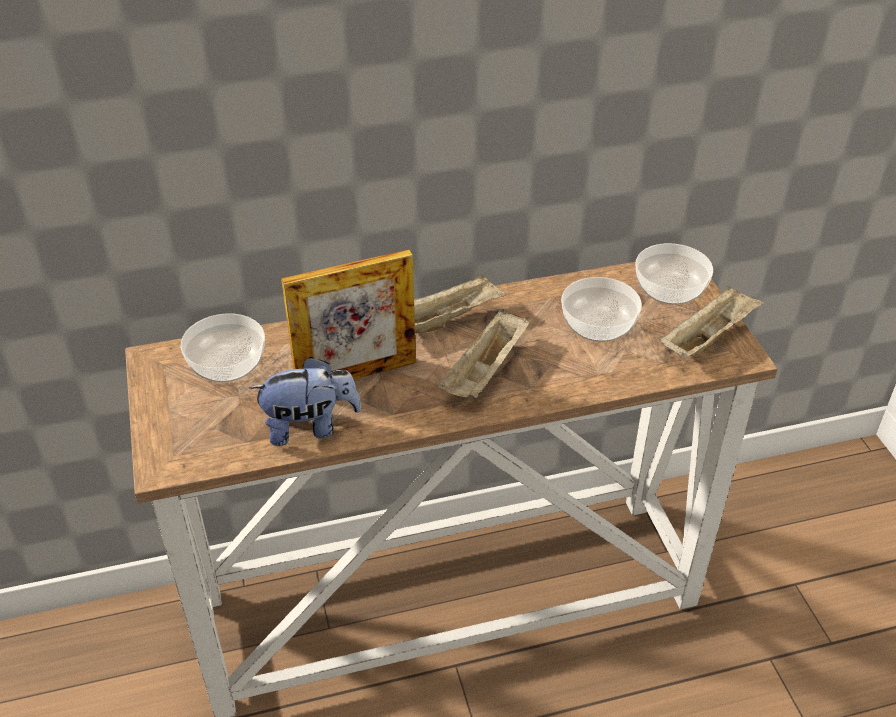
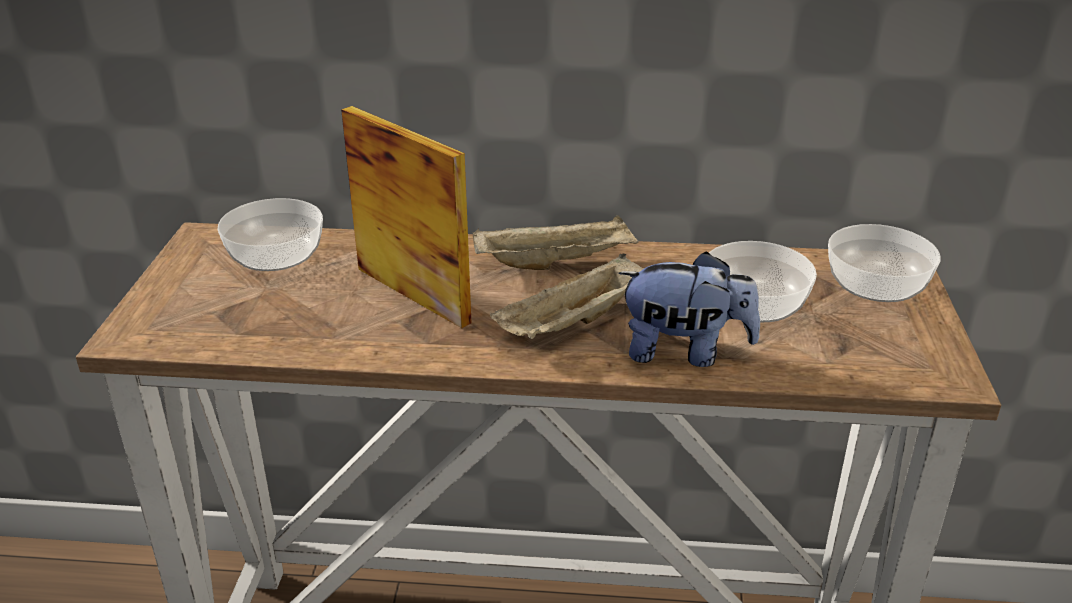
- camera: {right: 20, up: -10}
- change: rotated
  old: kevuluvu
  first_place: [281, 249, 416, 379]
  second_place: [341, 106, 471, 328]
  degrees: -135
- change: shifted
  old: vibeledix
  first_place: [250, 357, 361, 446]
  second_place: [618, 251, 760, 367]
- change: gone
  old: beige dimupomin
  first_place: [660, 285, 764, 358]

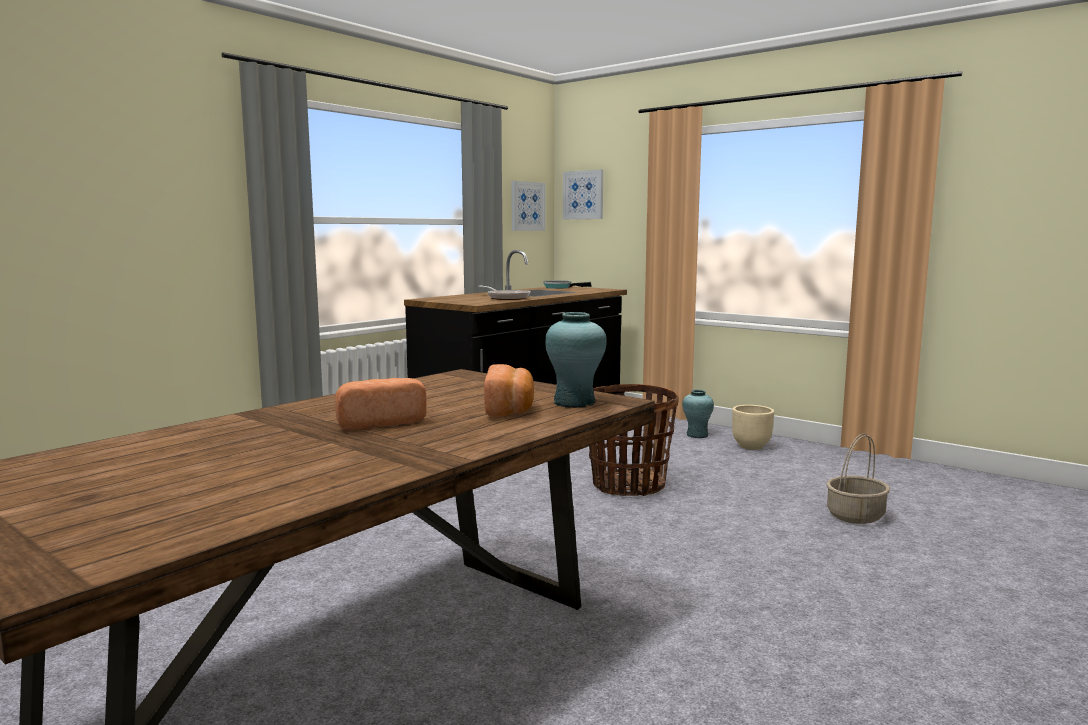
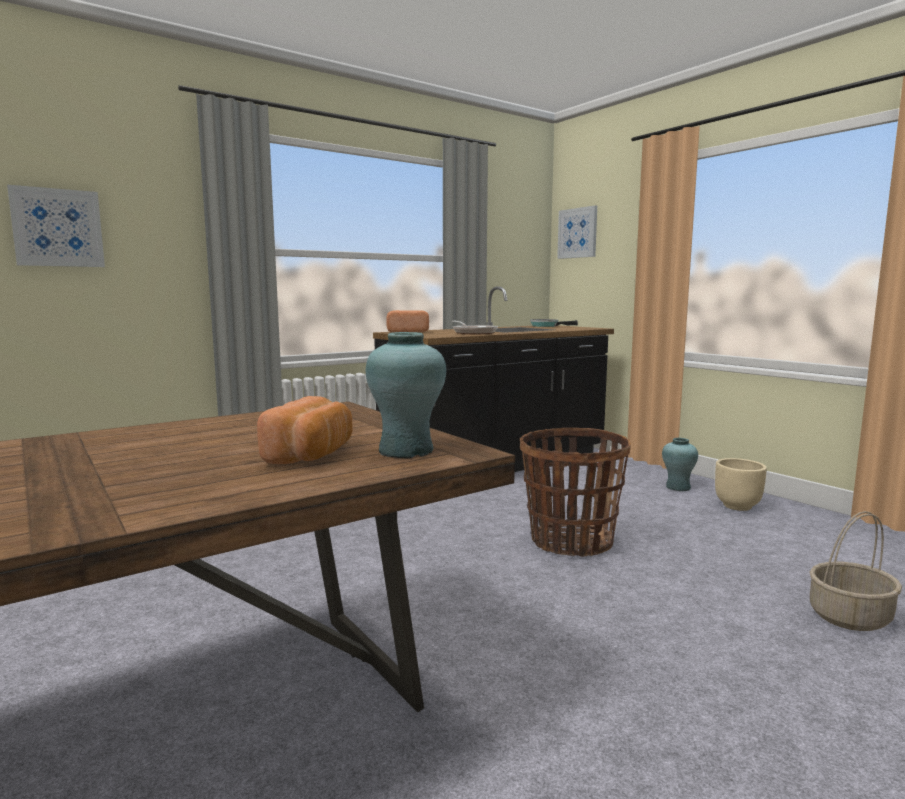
- camera: {right: 15, up: 0}
- change: shifted
  old: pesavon
  first_place: [511, 181, 545, 231]
  second_place: [7, 185, 105, 267]
- change: shifted
  old: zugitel
  first_place: [335, 378, 427, 430]
  second_place: [386, 310, 429, 332]

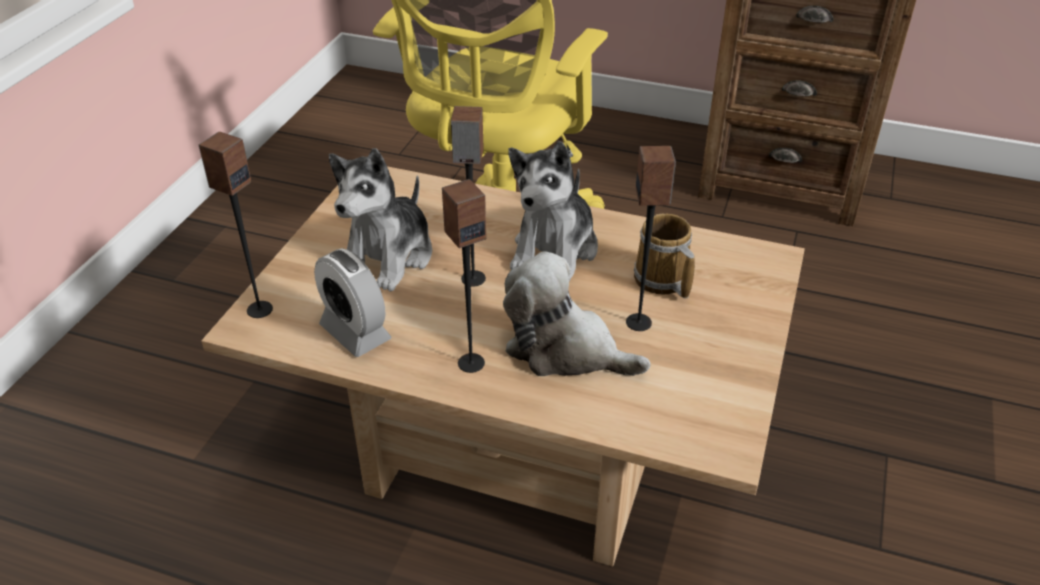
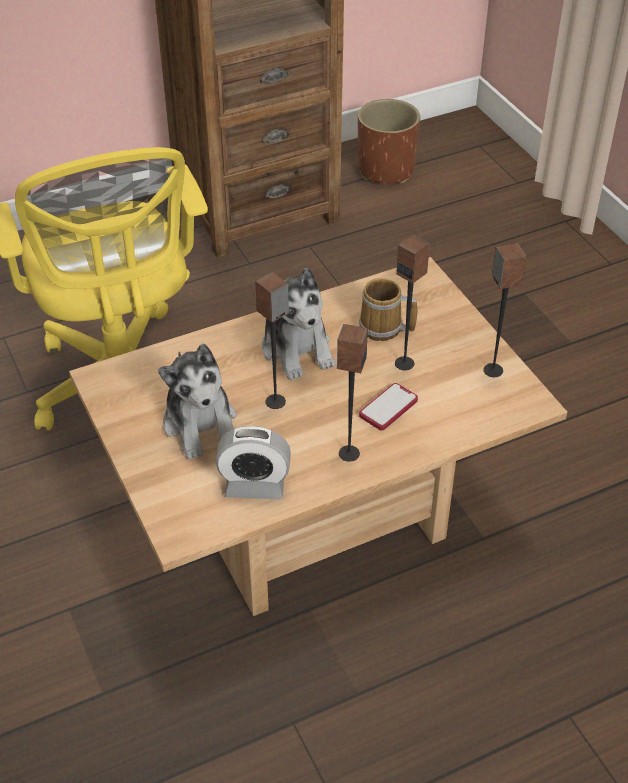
- camera: {right: -45, up: 5}
- change: new
  new: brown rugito
  second_place: [358, 99, 420, 183]
- change: swapped
  old: vibeledix
  new: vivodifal
  first_place: [503, 251, 651, 376]
  second_place: [359, 383, 418, 430]
- change: shifted
  old: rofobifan
  first_place: [199, 132, 273, 318]
  second_place: [483, 243, 526, 377]

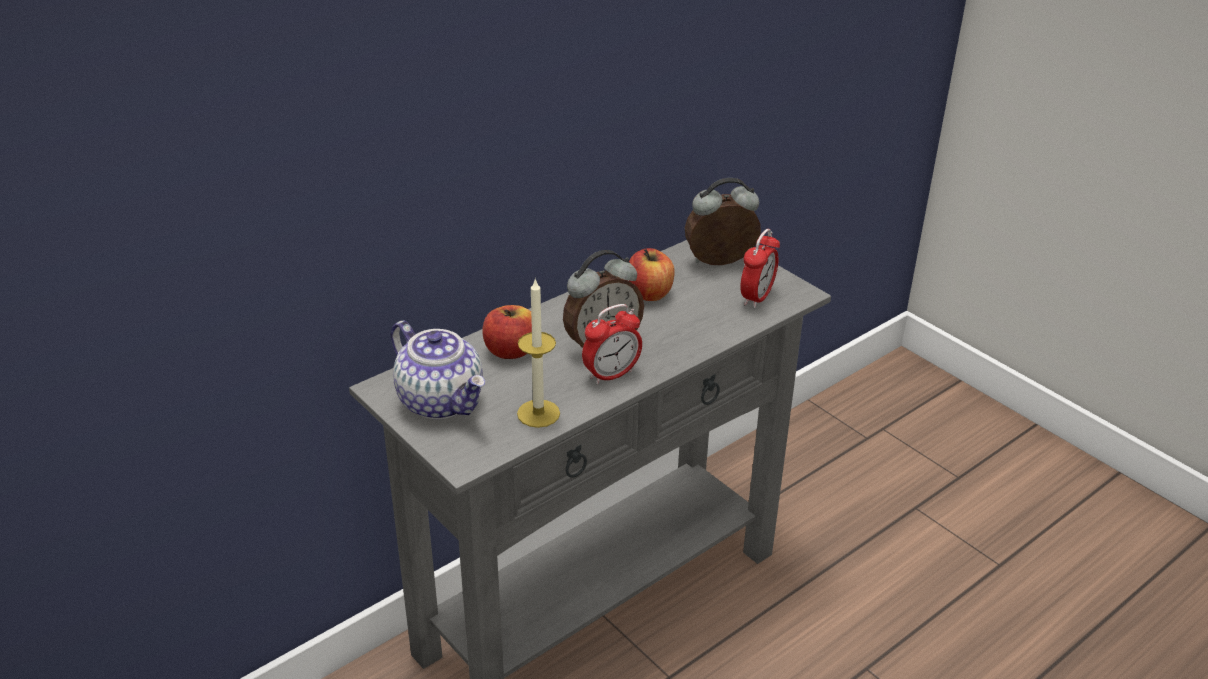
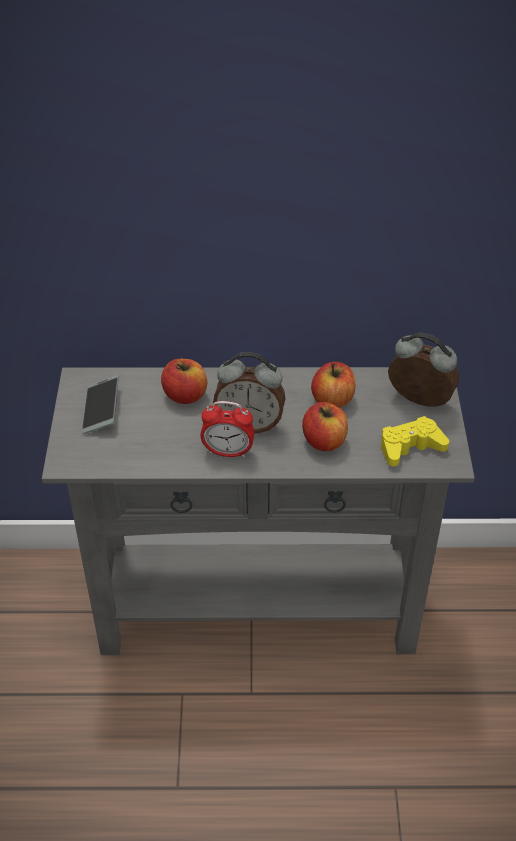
- camera: {right: 40, up: 10}
- change: swapped
  old: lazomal
  new: vivodifal
  first_place: [391, 321, 485, 419]
  second_place: [82, 375, 119, 434]
- change: new
  new: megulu
  second_place: [302, 402, 348, 451]
- change: swapped
  old: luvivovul
  new: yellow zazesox
  first_place: [740, 229, 780, 308]
  second_place: [381, 416, 449, 466]
- change: gone
  old: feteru
  first_place: [517, 278, 560, 428]

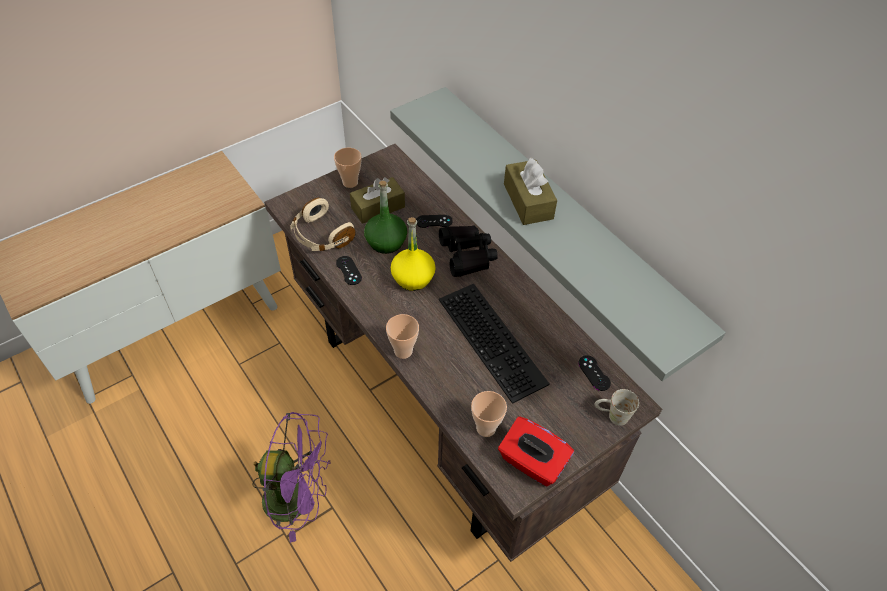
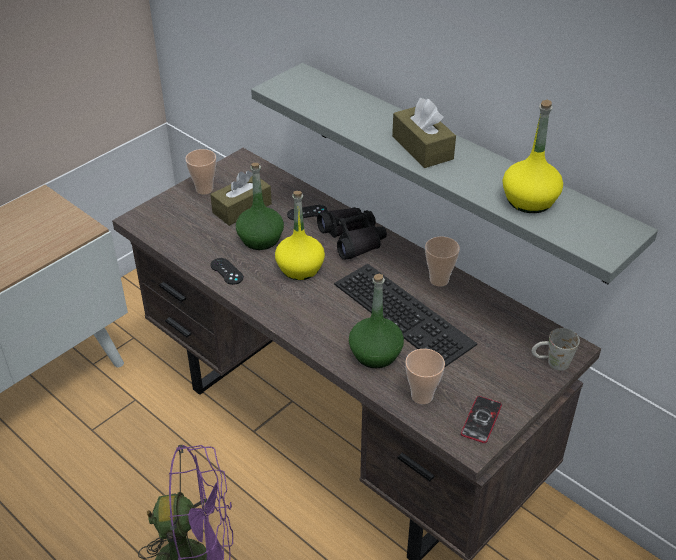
- camera: {right: -10, up: -10}
- change: new
  new: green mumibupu
  second_place: [349, 274, 404, 368]
- change: shifted
  old: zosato
  first_place: [386, 314, 419, 359]
  second_place: [425, 236, 460, 287]
- change: swapped
  old: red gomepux
  new: vivodifal
  first_place: [498, 416, 574, 487]
  second_place: [461, 396, 502, 443]
- change: new
  new: yellow mumibupu
  second_place: [503, 100, 563, 213]
- change: gone
  old: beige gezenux
  first_place: [290, 197, 356, 251]
- change: gone
  old: black zazesox
  first_place: [578, 355, 611, 391]

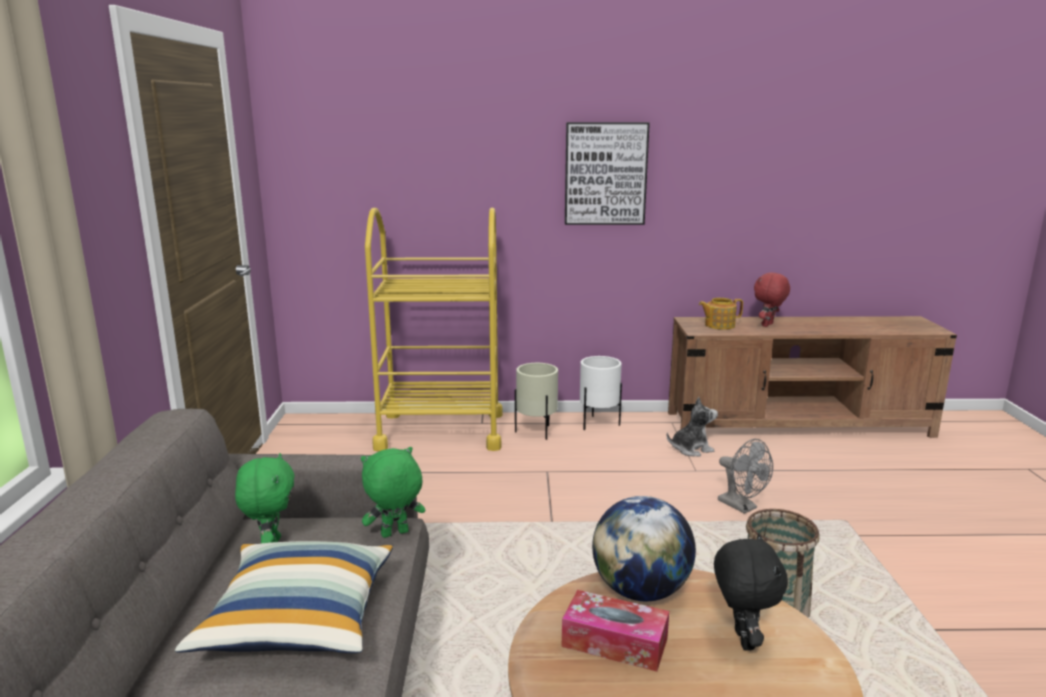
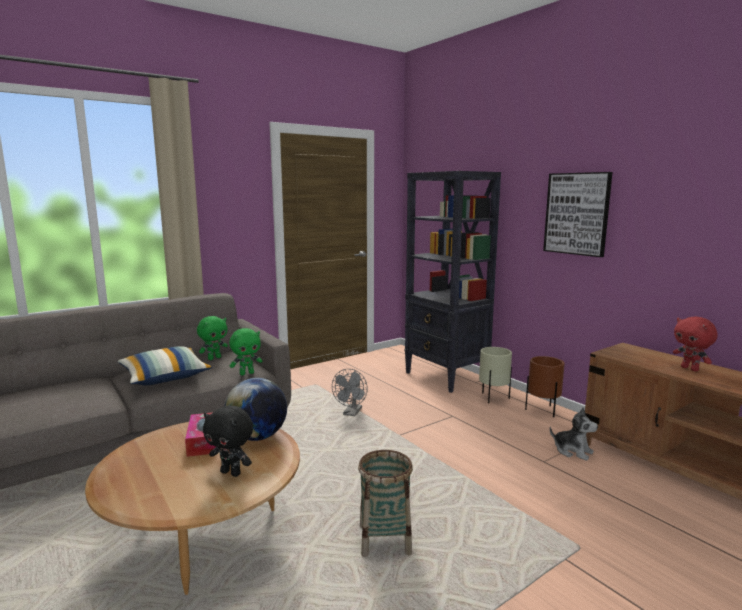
- camera: {right: 55, up: -5}
- change: rotated
  old: black vibeledix
  first_place: [714, 533, 788, 651]
  second_place: [203, 406, 253, 477]
  degrees: 60
- change: rotated
  old: green vibeledix
  first_place: [361, 447, 425, 538]
  second_place: [229, 328, 263, 375]
  degrees: 120
- change: shifted
  old: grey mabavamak
  first_place: [718, 439, 773, 514]
  second_place: [332, 369, 368, 416]
- change: swapped
  old: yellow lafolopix
  new: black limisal
  first_place: [365, 208, 503, 451]
  second_place: [404, 171, 501, 393]
- change: repainted
  old: white rugito
  new: brown rugito
  first_place: [580, 356, 622, 430]
  second_place: [525, 356, 565, 417]
- change: rotated
  old: red vibeledix
  first_place: [754, 273, 790, 327]
  second_place: [673, 317, 718, 372]
  degrees: -120
- change: gone
  old: lazomal
  first_place: [699, 298, 743, 330]

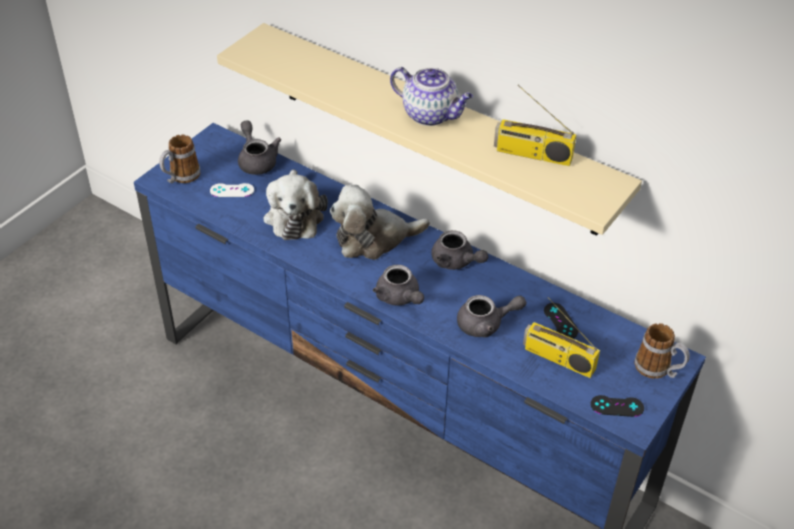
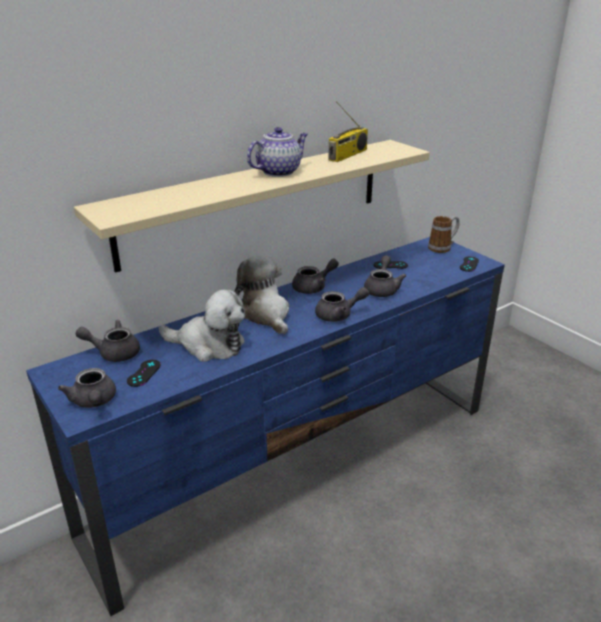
- camera: {right: -70, up: -15}
- change: swapped
  old: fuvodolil
  new: grey lazomal
  first_place: [159, 135, 200, 183]
  second_place: [58, 368, 116, 408]
- change: repainted
  old: white zazesox
  new: black zazesox
  first_place: [210, 183, 254, 197]
  second_place: [127, 360, 161, 387]
- change: rotated
  old: vibeledix
  first_place: [330, 185, 430, 260]
  second_place: [234, 255, 289, 335]
  degrees: 150
- change: gone
  old: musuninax
  first_place: [523, 297, 600, 378]

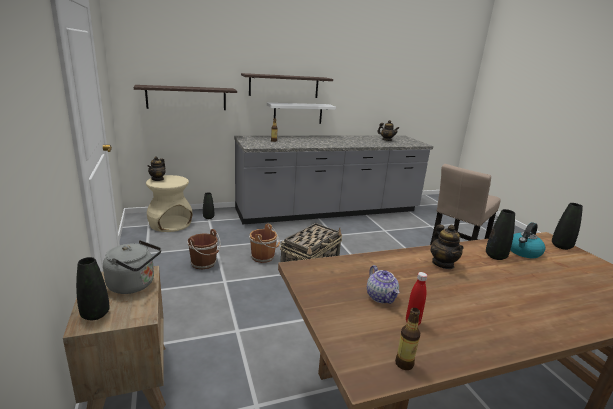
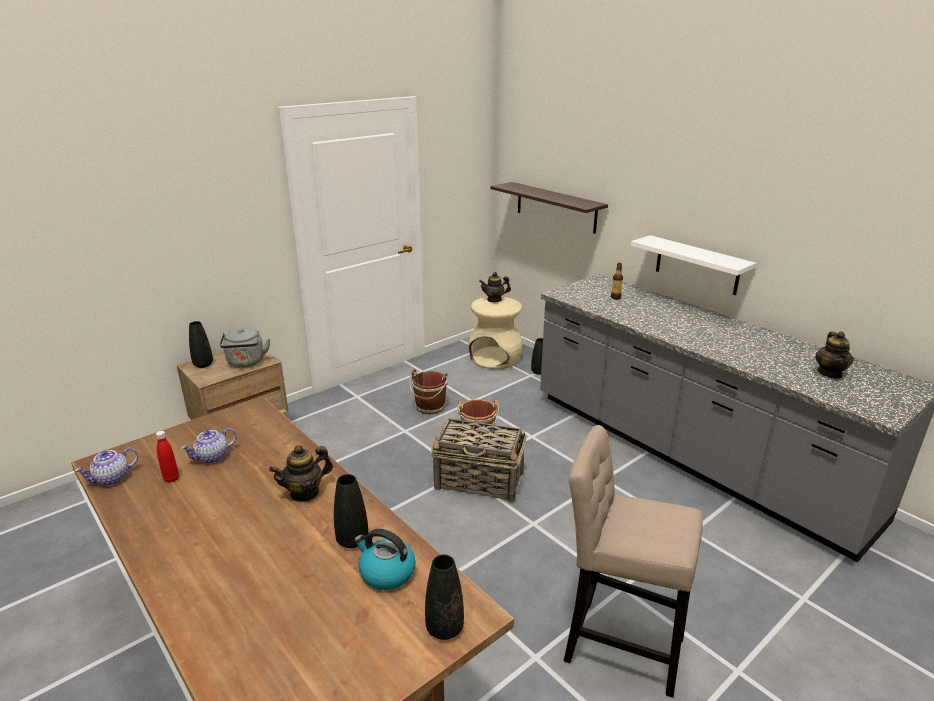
- camera: {right: 70, up: 5}
- change: swapped
  old: mumibupu
  new: lazomal
  first_place: [395, 308, 420, 370]
  second_place: [75, 447, 138, 486]
- change: gone
  old: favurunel
  first_place: [241, 73, 333, 98]

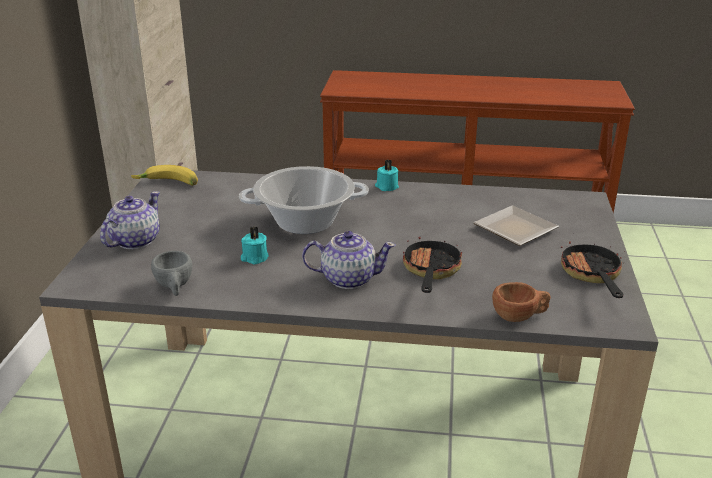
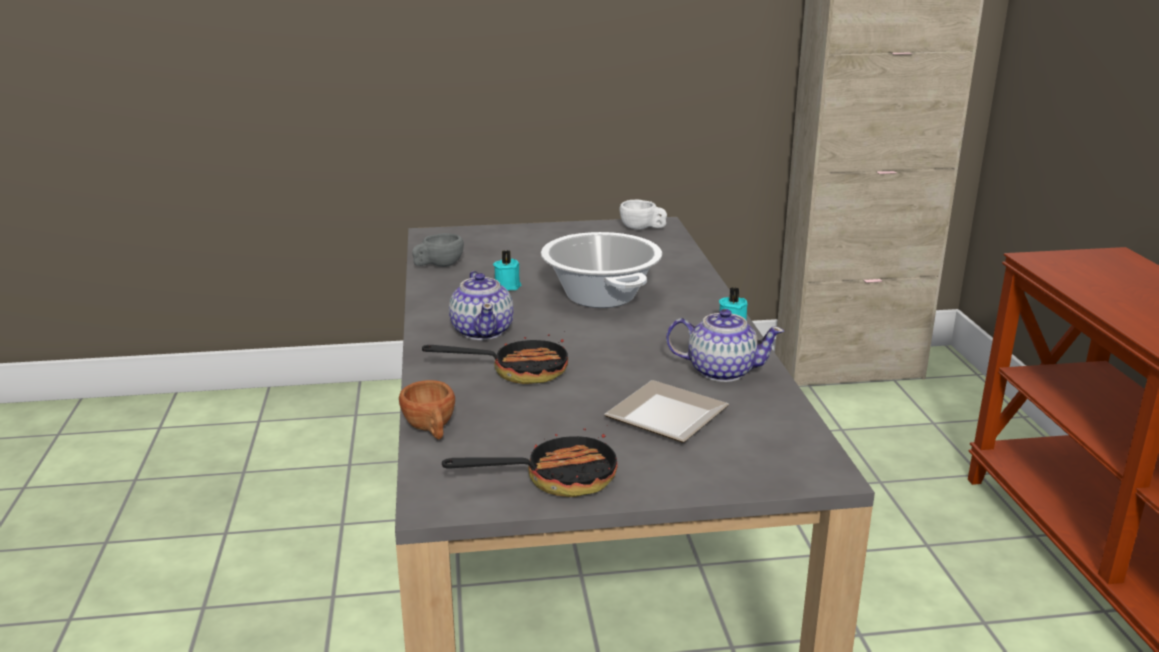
- camera: {right: 75, up: -5}
- change: swapped
  old: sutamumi
  new: white zosato
  first_place: [131, 165, 198, 186]
  second_place: [620, 200, 667, 230]
- change: shifted
  old: lazomal
  first_place: [100, 191, 160, 249]
  second_place: [666, 309, 784, 382]

